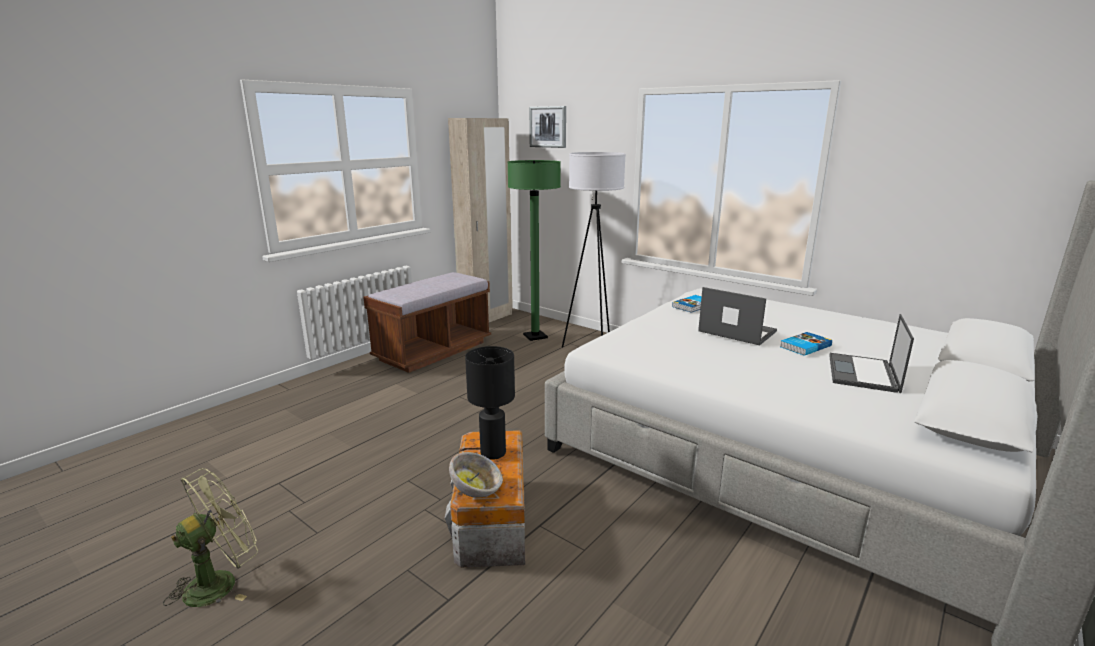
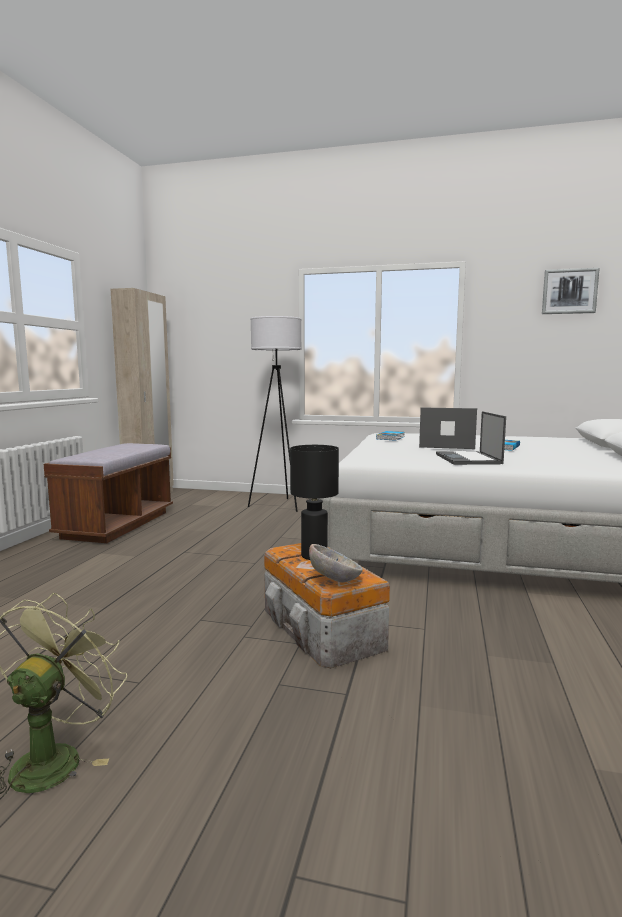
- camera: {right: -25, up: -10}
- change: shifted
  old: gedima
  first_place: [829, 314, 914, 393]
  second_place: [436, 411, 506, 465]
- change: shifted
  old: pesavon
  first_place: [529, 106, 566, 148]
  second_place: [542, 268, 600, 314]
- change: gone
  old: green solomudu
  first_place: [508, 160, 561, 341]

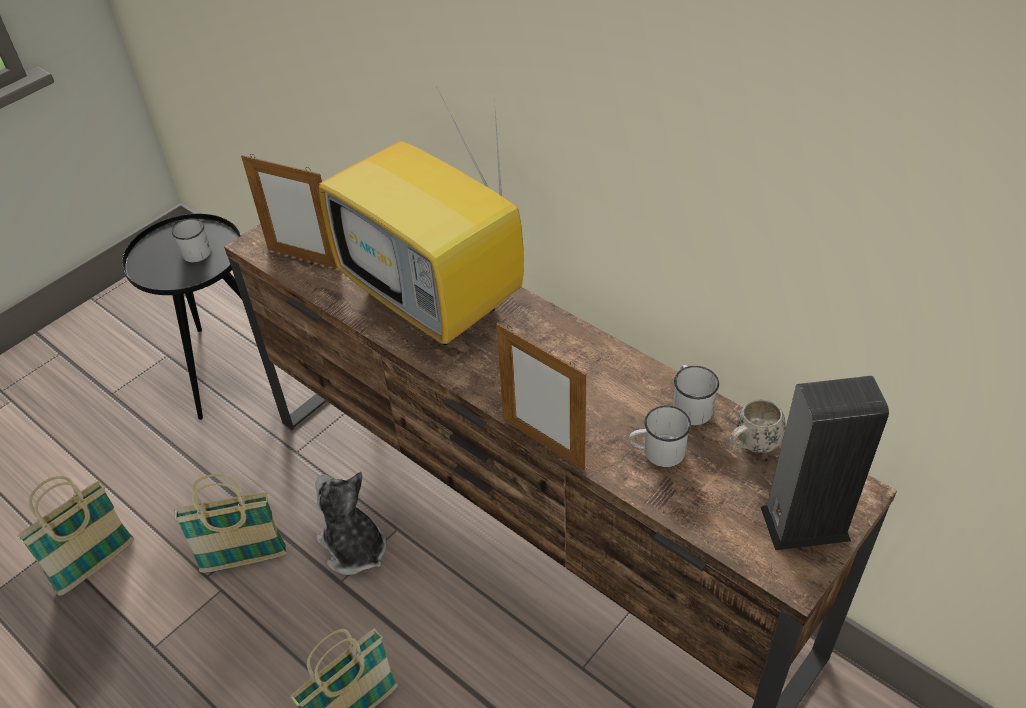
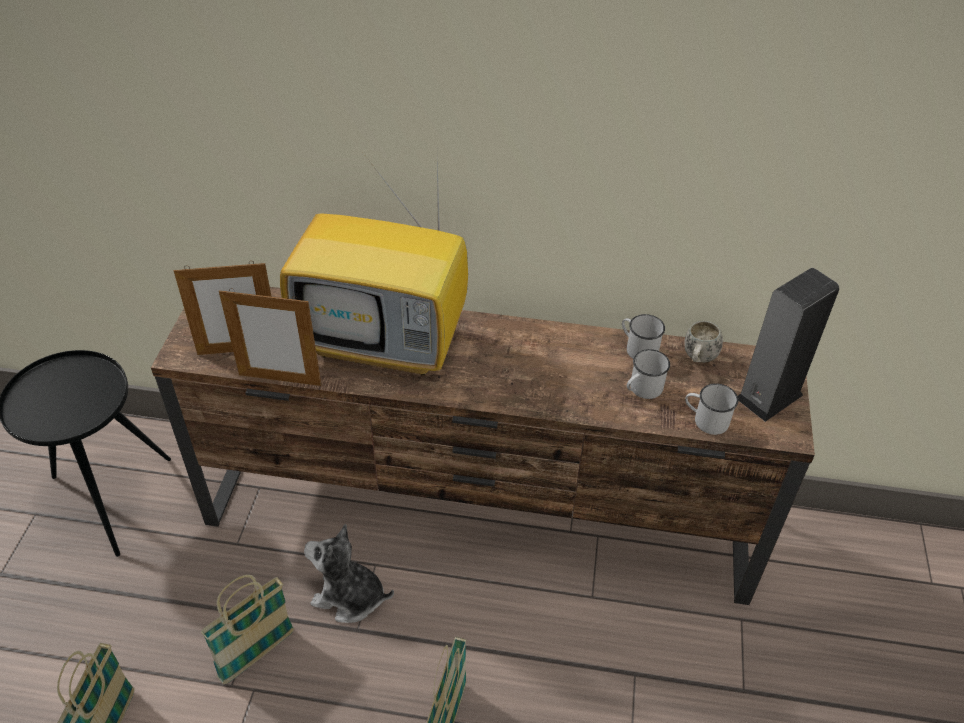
- camera: {right: -35, up: 0}
- change: shifted
  old: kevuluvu
  first_place: [496, 323, 586, 471]
  second_place: [219, 288, 321, 386]
- change: shifted
  old: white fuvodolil
  first_place: [172, 219, 211, 262]
  second_place: [685, 383, 738, 435]

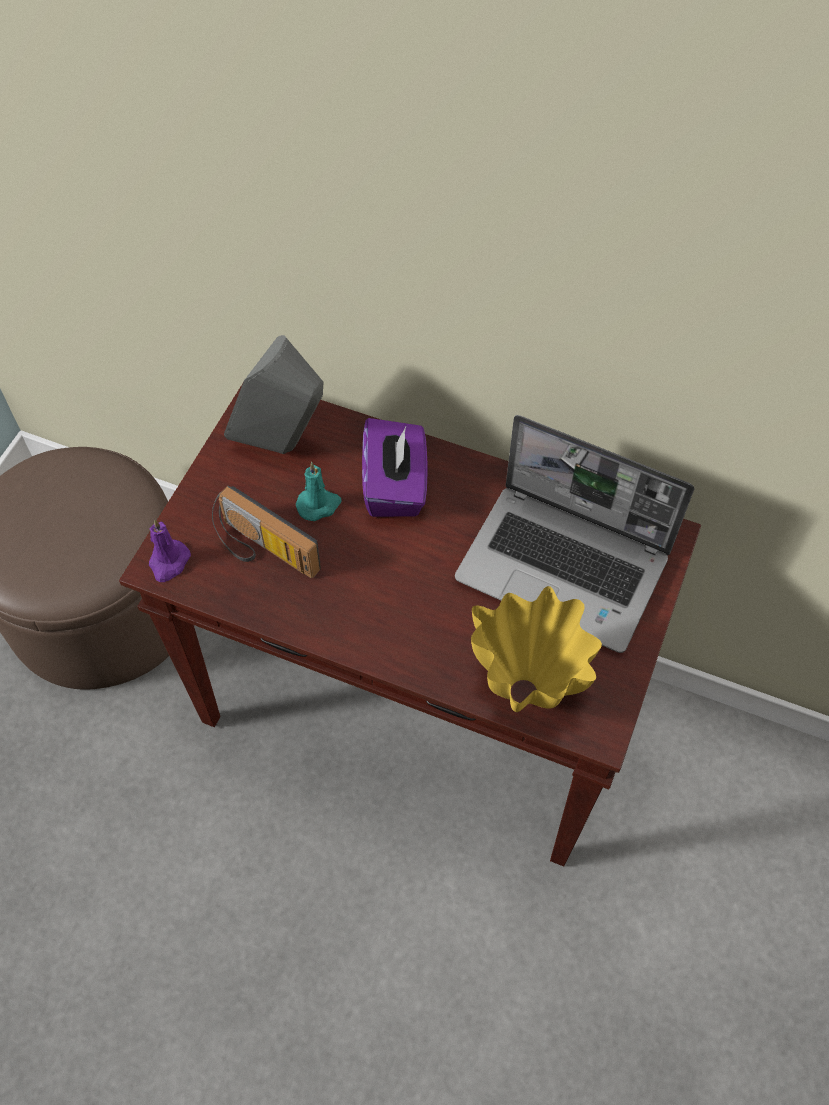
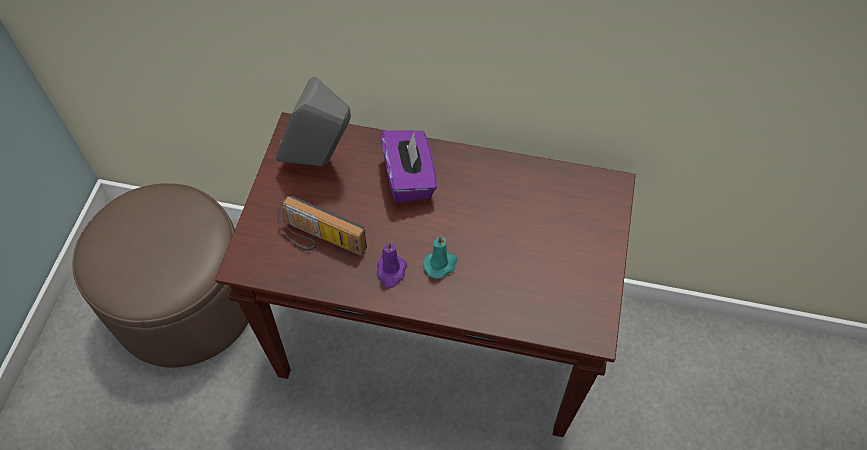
- camera: {right: -10, up: 0}
- change: shifted
  old: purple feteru
  first_place: [149, 519, 191, 582]
  second_place: [377, 241, 407, 288]
- change: shifted
  old: turquoise feteru
  first_place: [296, 462, 341, 521]
  second_place: [423, 235, 458, 279]
- change: gone
  old: gedima
  first_place: [455, 415, 694, 653]
- change: gone
  old: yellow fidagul
  first_place: [471, 586, 602, 712]

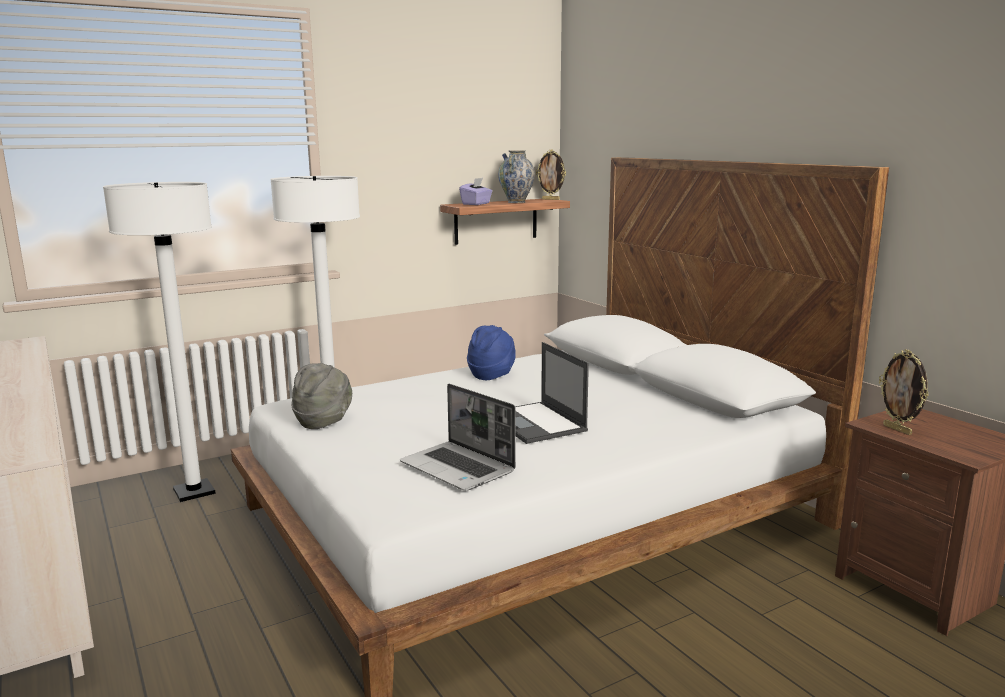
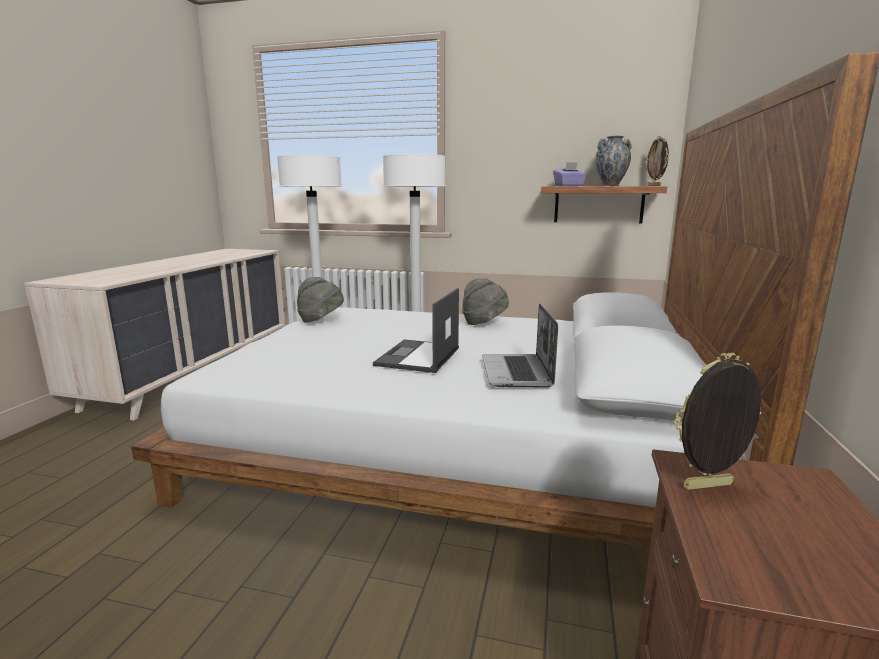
- camera: {right: 45, up: 0}
- change: repainted
  old: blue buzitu
  new: grey buzitu
  first_place: [467, 325, 516, 380]
  second_place: [462, 278, 509, 325]
- change: shifted
  old: gedima
  first_place: [400, 384, 516, 491]
  second_place: [482, 303, 558, 388]
- change: rotated
  old: kevuluvu
  first_place: [879, 349, 929, 435]
  second_place: [674, 353, 761, 490]
  degrees: 60

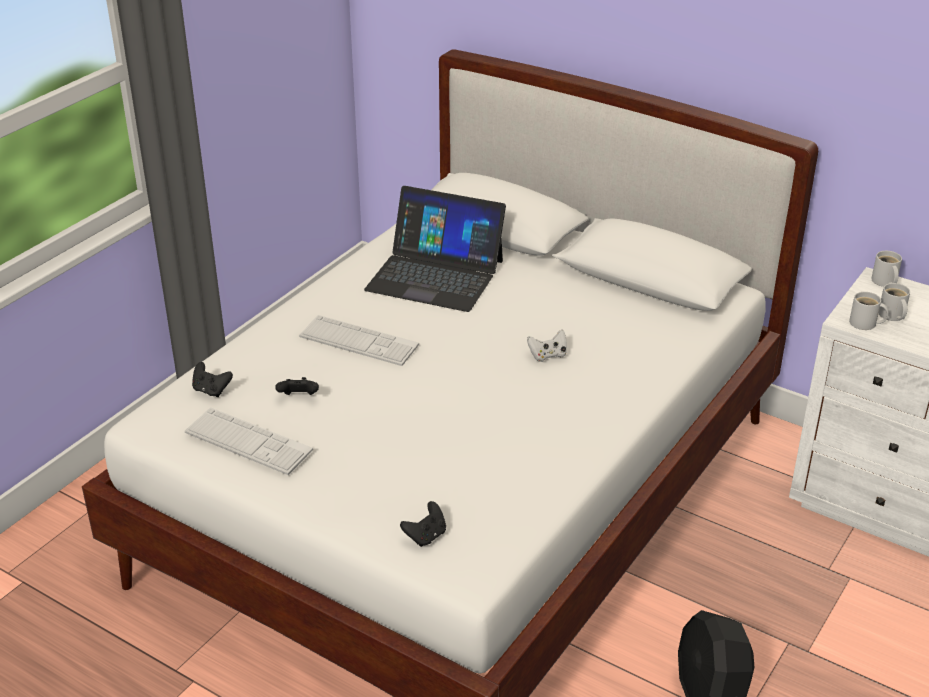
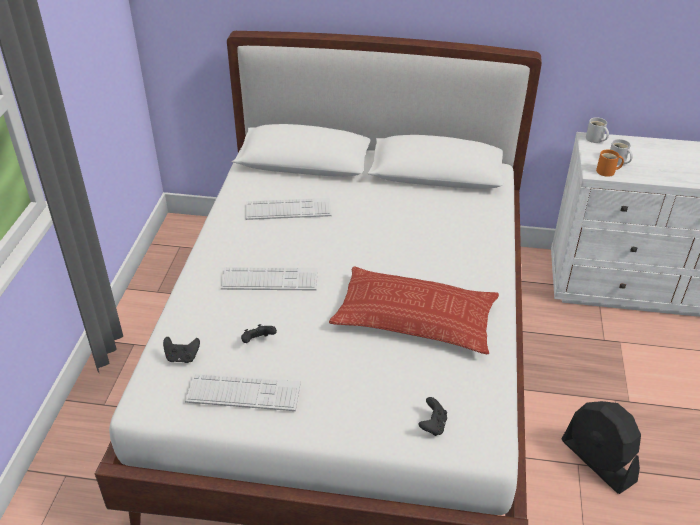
- camera: {right: -25, up: 5}
- change: swapped
  old: gedima
  new: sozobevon
  first_place: [364, 186, 506, 312]
  second_place: [246, 198, 331, 220]
- change: new
  new: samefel
  second_place: [329, 267, 499, 354]
- change: repainted
  old: white fuvodolil
  new: orange fuvodolil
  first_place: [849, 292, 889, 330]
  second_place: [596, 149, 624, 177]
- change: gone
  old: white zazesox
  first_place: [527, 329, 567, 362]

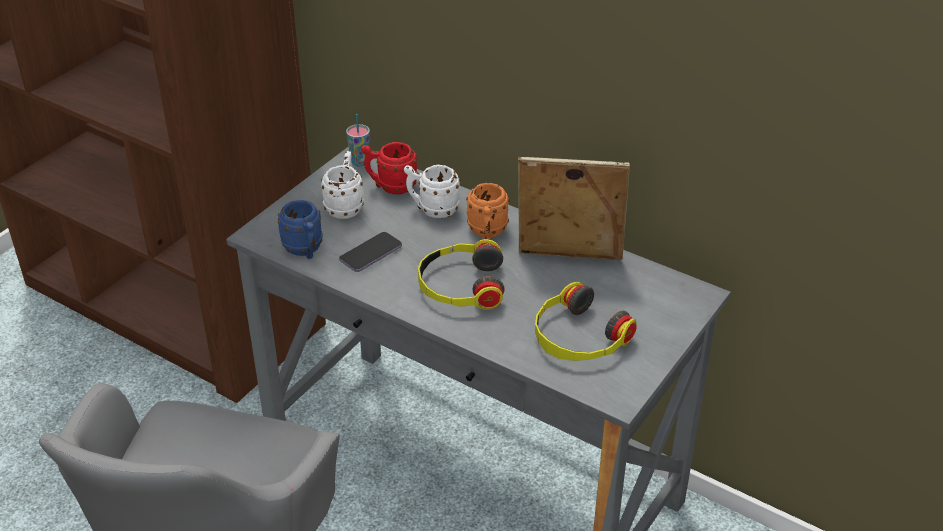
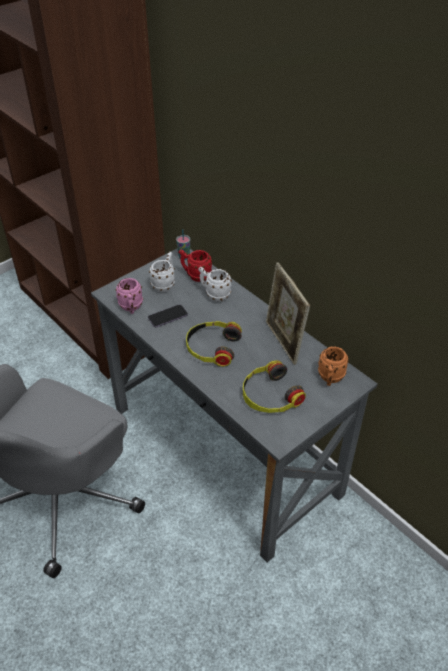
- camera: {right: 15, up: 5}
- change: repainted
  old: blue fuvodolil
  new: pink fuvodolil
  first_place: [278, 200, 323, 259]
  second_place: [116, 278, 143, 314]
- change: rotated
  old: kevuluvu
  first_place: [518, 157, 630, 261]
  second_place: [266, 262, 310, 365]
  degrees: -135
- change: shifted
  old: orange fuvodolil
  first_place: [466, 183, 510, 240]
  second_place: [318, 346, 349, 386]

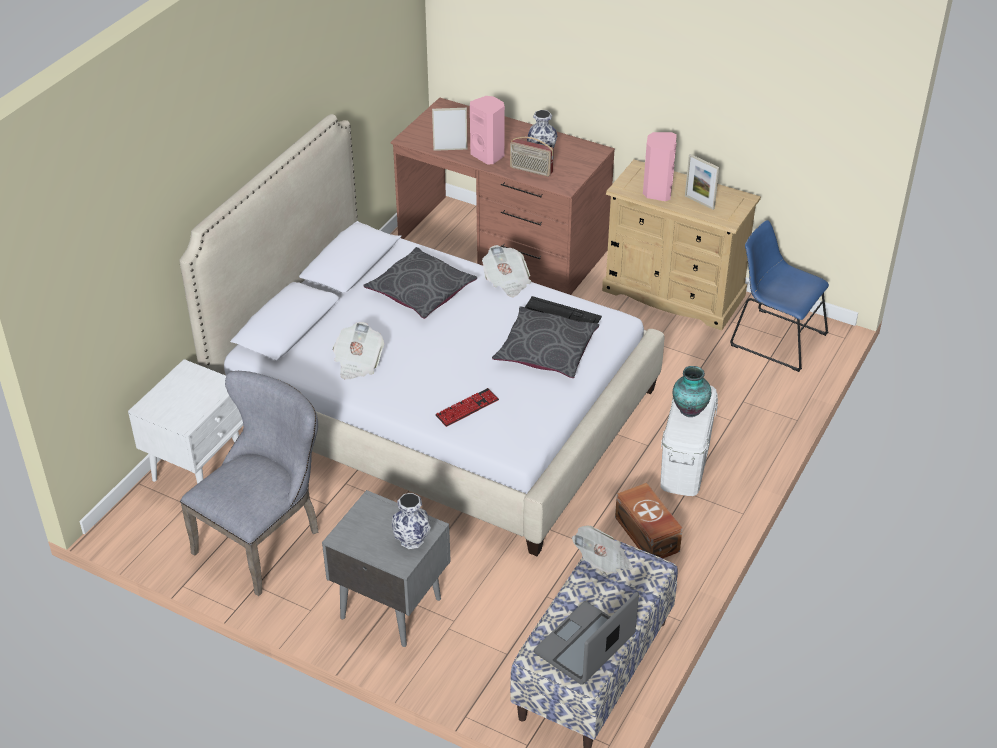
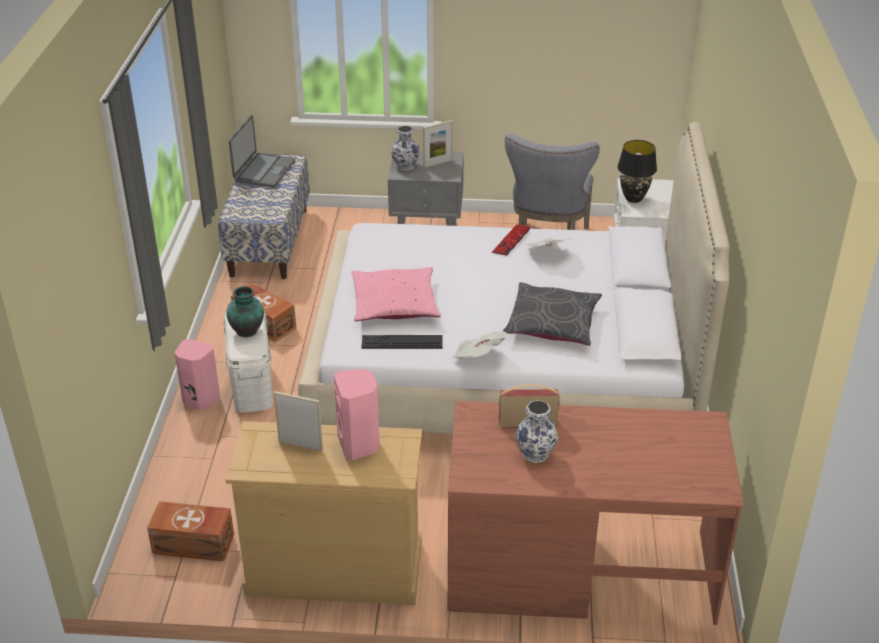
- camera: {right: 155, up: -5}
- change: swapped
  old: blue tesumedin
  new: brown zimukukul
  first_place: [730, 220, 829, 372]
  second_place: [147, 501, 234, 561]
- change: shifted
  old: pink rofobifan
  first_place: [470, 96, 505, 164]
  second_place: [174, 339, 220, 410]
- change: repainted
  old: grey samefel
  new: pink samefel
  first_place: [492, 306, 599, 378]
  second_place: [351, 267, 441, 321]
- change: shifted
  old: kevuluvu
  first_place: [432, 108, 467, 151]
  second_place: [423, 120, 453, 168]
- change: shifted
  old: sozobevon
  first_place: [435, 388, 499, 427]
  second_place: [492, 224, 531, 256]
- change: new
  new: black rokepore
  second_place: [617, 140, 657, 203]
- change: gone
  old: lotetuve
  first_place: [572, 525, 633, 573]

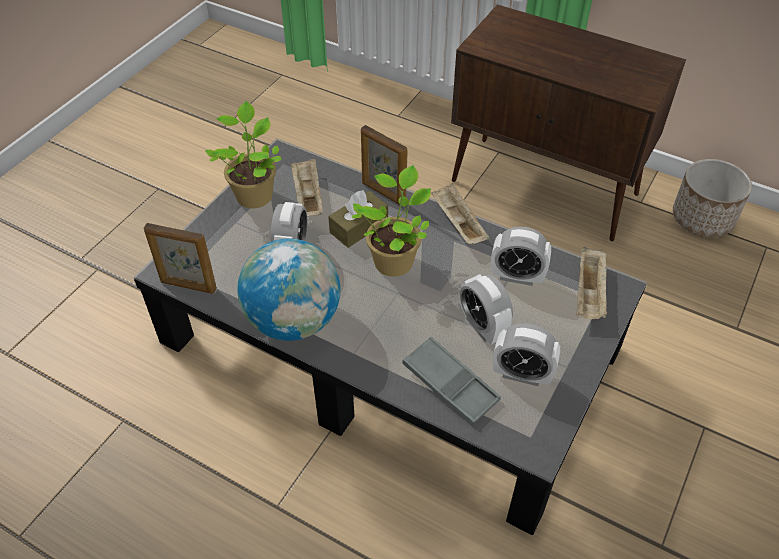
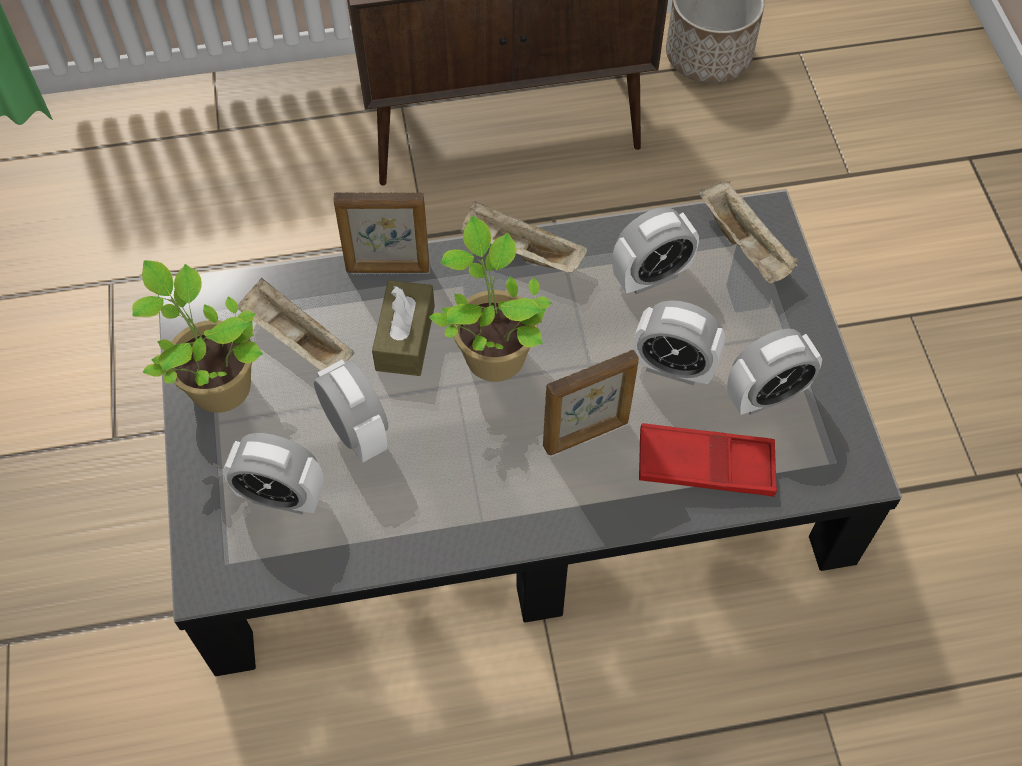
- camera: {right: -40, up: 10}
- change: new
  new: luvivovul
  second_place: [223, 433, 324, 514]
- change: shifted
  old: kevuluvu
  first_place: [144, 223, 217, 294]
  second_place: [543, 350, 639, 455]
- change: repainted
  old: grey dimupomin
  new: red dimupomin
  first_place: [402, 337, 501, 426]
  second_place: [639, 423, 777, 497]
- change: gone
  old: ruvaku
  first_place: [237, 238, 340, 341]

